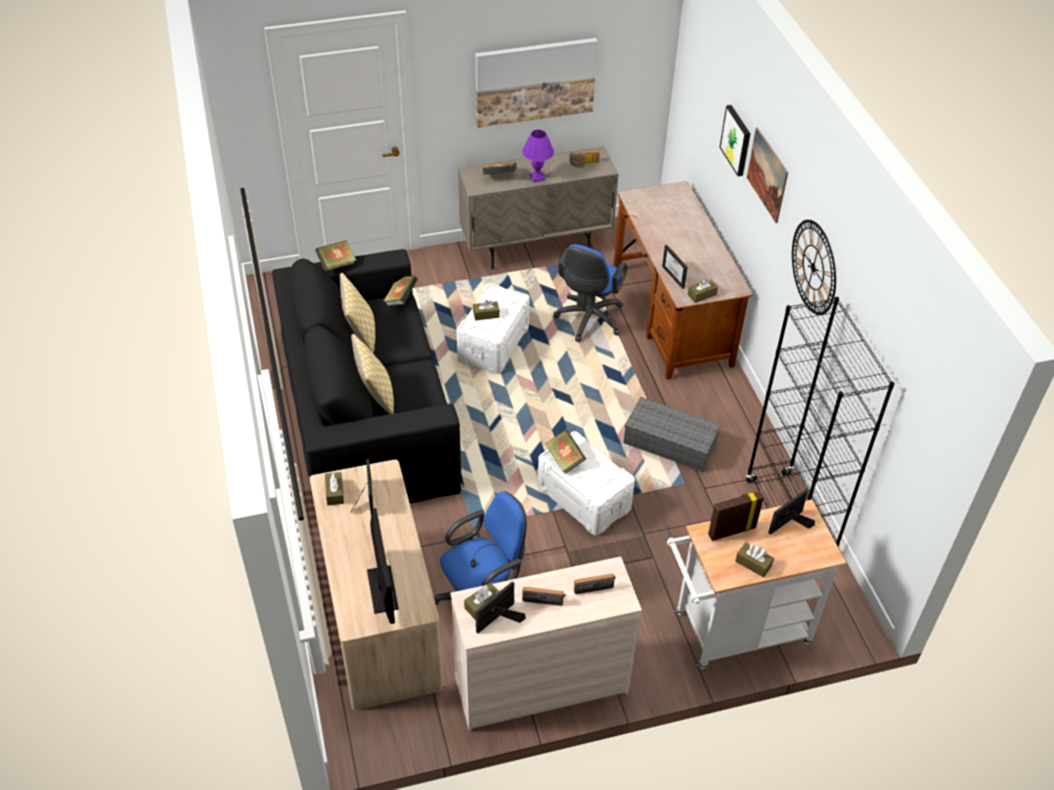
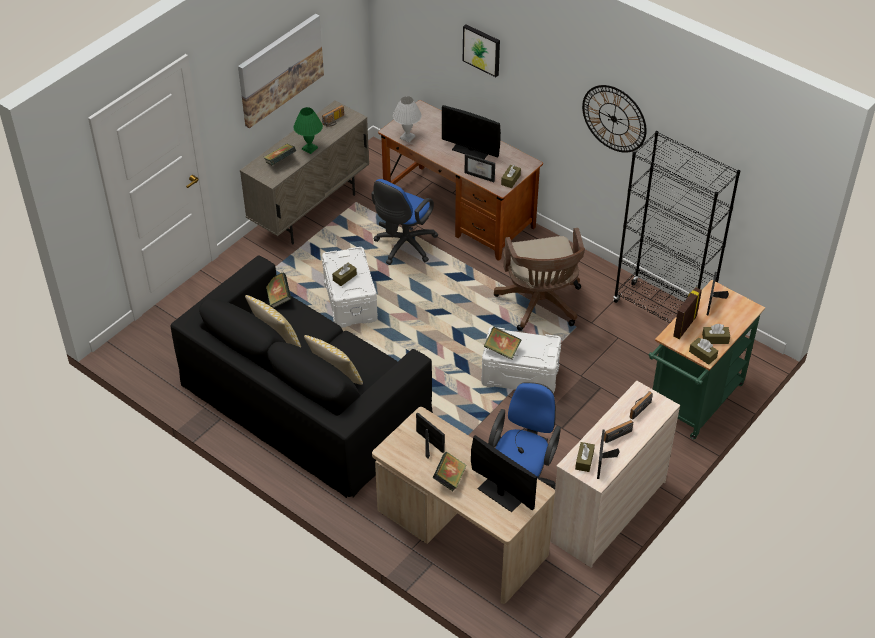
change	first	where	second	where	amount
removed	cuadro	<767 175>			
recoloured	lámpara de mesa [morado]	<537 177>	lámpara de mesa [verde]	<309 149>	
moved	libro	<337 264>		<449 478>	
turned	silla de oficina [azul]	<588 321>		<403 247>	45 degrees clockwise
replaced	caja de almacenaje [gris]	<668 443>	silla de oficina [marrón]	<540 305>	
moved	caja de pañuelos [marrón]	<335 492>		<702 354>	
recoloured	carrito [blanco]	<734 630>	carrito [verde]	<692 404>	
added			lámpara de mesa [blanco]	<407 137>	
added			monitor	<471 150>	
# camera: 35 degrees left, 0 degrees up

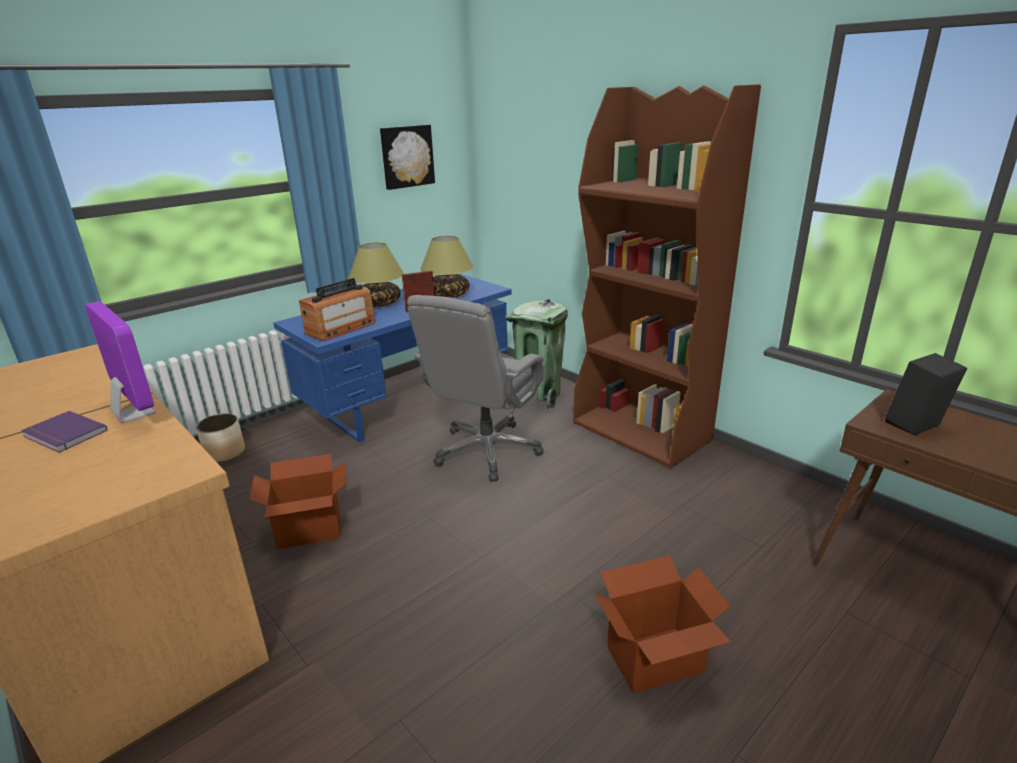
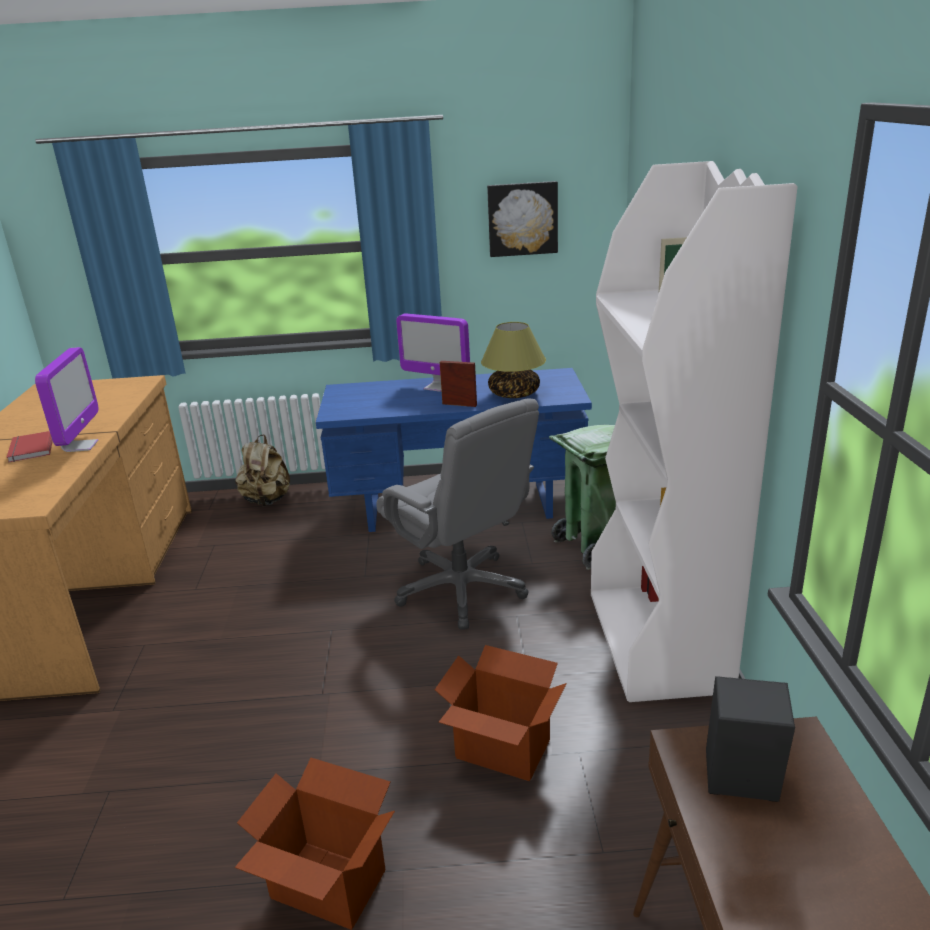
change	first	where	second	where	amount
recoloured	estantería [marrón]	<642 432>	estantería [blanco]	<658 641>	
replaced	lámpara de mesa	<380 303>	monitor	<437 387>	
removed	radio	<341 328>			
turned	silla de oficina [gris]	<487 451>		<462 589>	105 degrees counterclockwise
recoloured	libro [morado]	<63 435>	libro [rojo]	<29 449>	
replaced	maceta	<225 453>	mochila [beis]	<267 500>	
moved	caja de cartón	<309 530>		<502 750>	
# camera: 40 degrees right, 0 degrees up

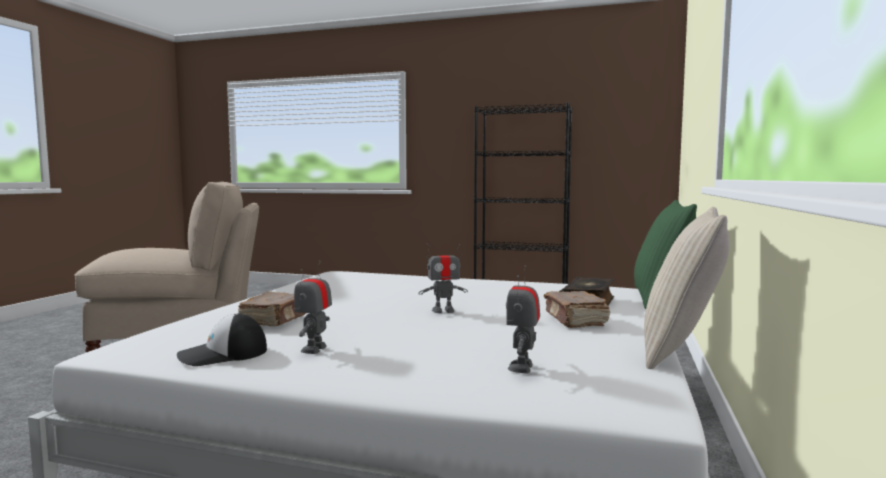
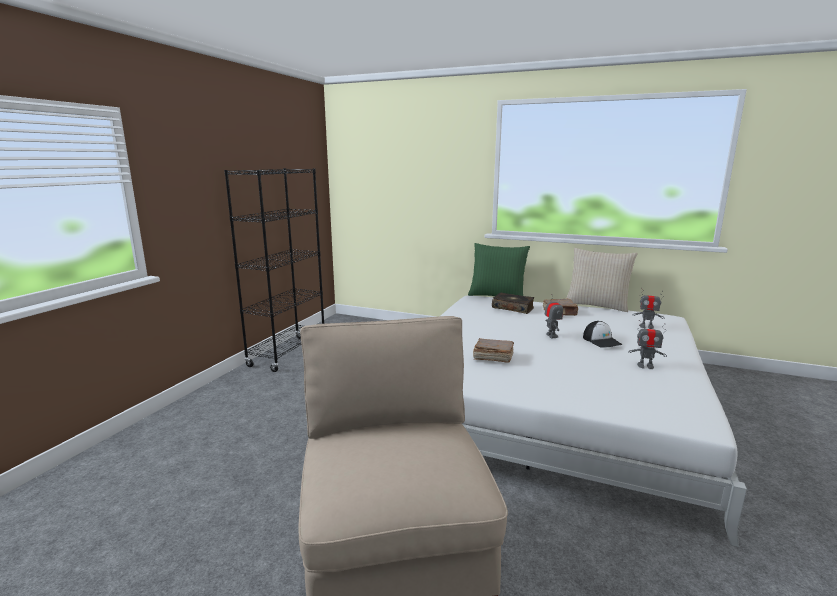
change	first	where	second	where	amount
moved	libro [marrón]	<275 320>		<492 357>	
moved	gorra	<222 354>		<602 341>	
# camera: 85 degrees left, 10 degrees up

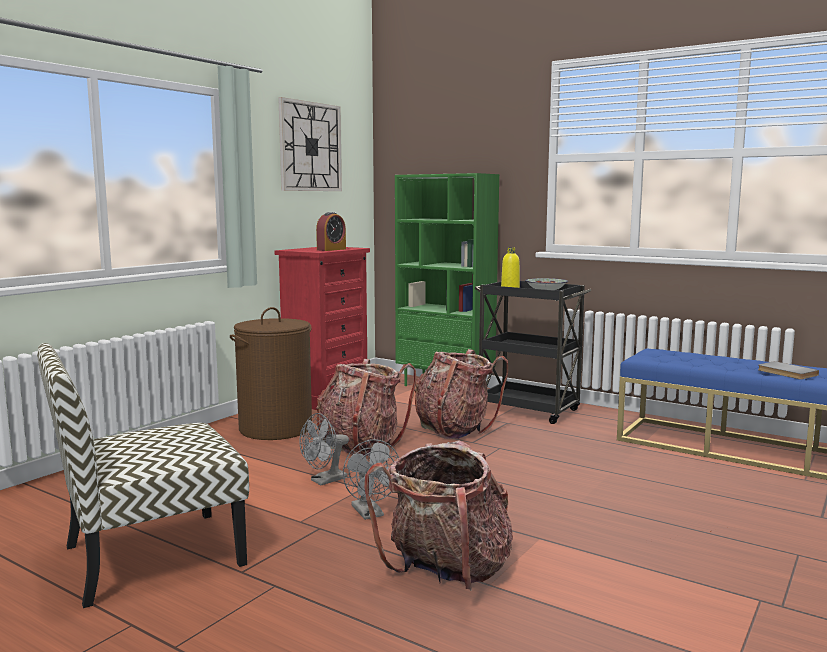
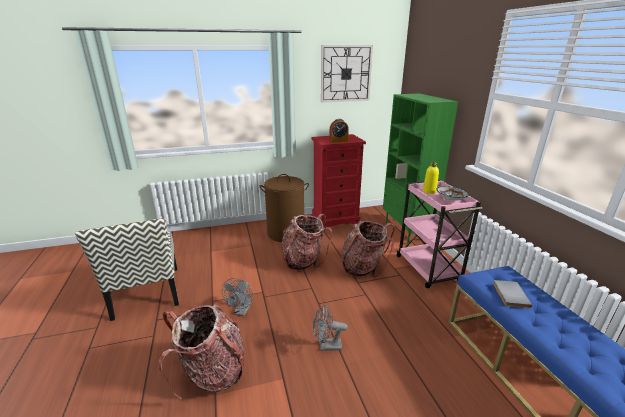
change	first	where	second	where	amount
recoloured	carrito [negro]	<529 410>	carrito [rosa]	<428 269>	
turned	silla	<150 556>		<147 293>	120 degrees counterclockwise
moved	libro [gris]	<786 373>		<509 295>	
moved	ventilador [gris]	<324 481>		<326 346>	
# camera: 40 degrees right, 15 degrees up

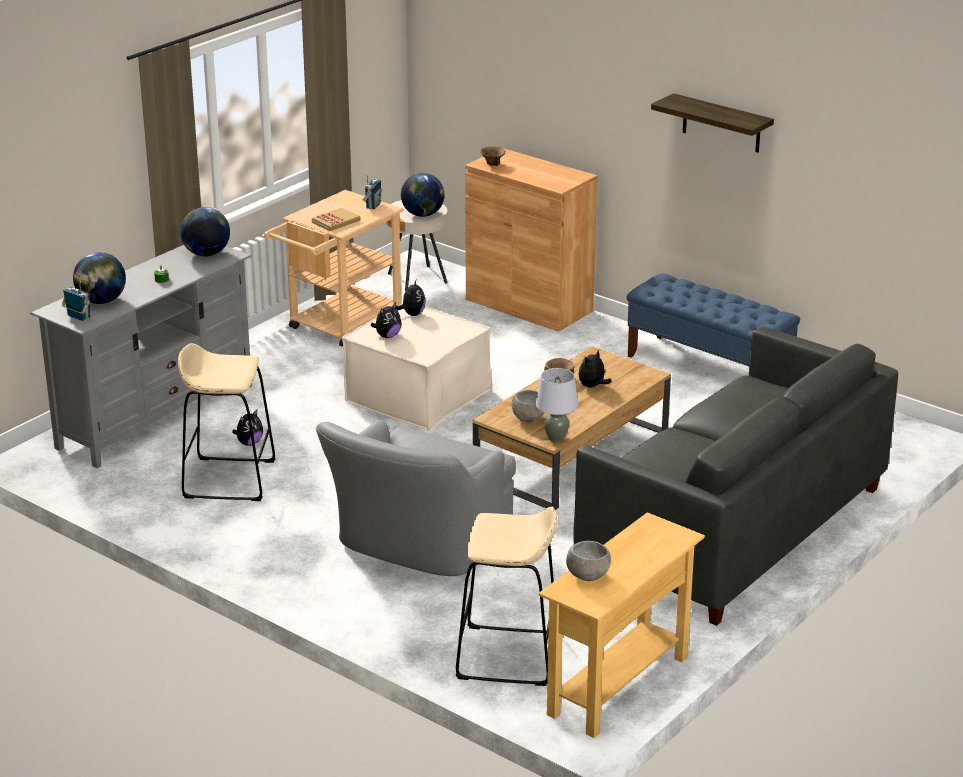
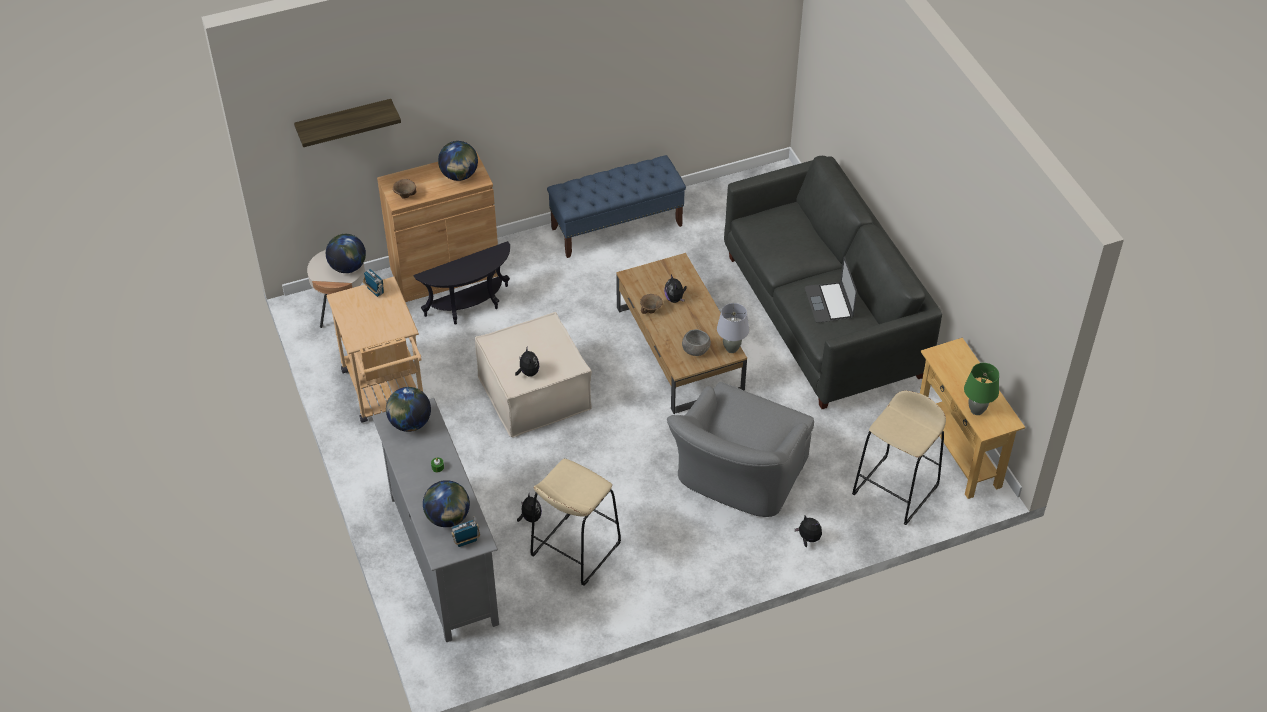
change	first	where	second	where	amount
moved	estante	<721 124>		<344 122>	
removed	libro	<336 221>			
moved	peluche	<412 314>		<808 539>	
turned	sillón [gris]	<418 544>		<737 478>	60 degrees clockwise
replaced	cuenco [gris]	<587 576>	lámpara de mesa [verde]	<977 410>	
added			globo terráqueo	<459 175>	
added			mesa auxiliar [negro]	<470 307>	
added			portátil	<829 302>	
# camera: 60 degrees left, 20 degrees up

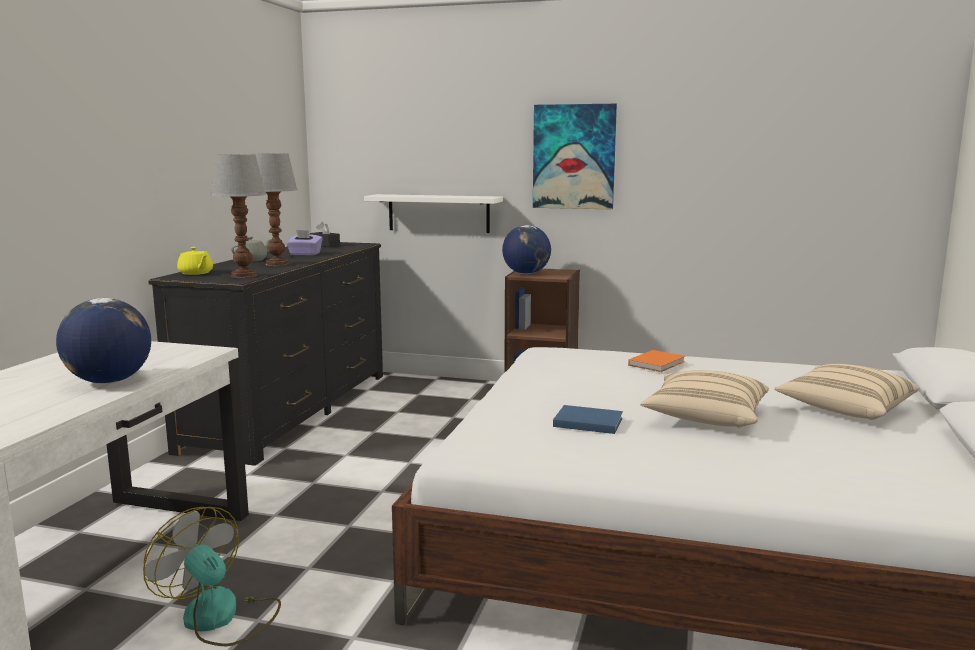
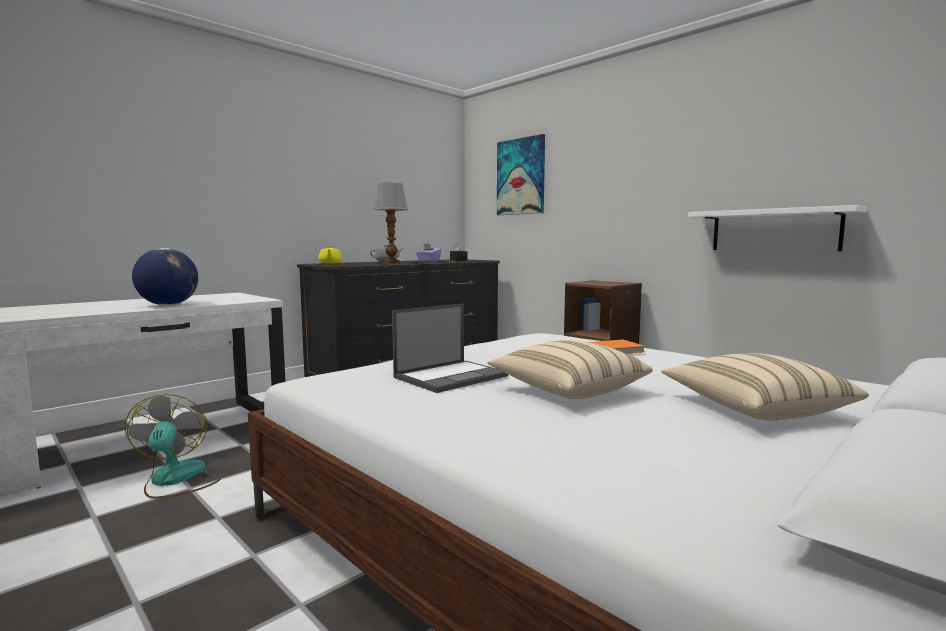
change	first	where	second	where	amount
moved	cuadro	<574 157>		<521 177>	
removed	lámpara de mesa	<245 276>			
moved	estante [blanco]	<438 213>		<774 230>	
removed	globo terráqueo	<526 273>			
replaced	libro [azul]	<586 422>	portátil	<451 376>	
# camera: 30 degrees right, 5 degrees down

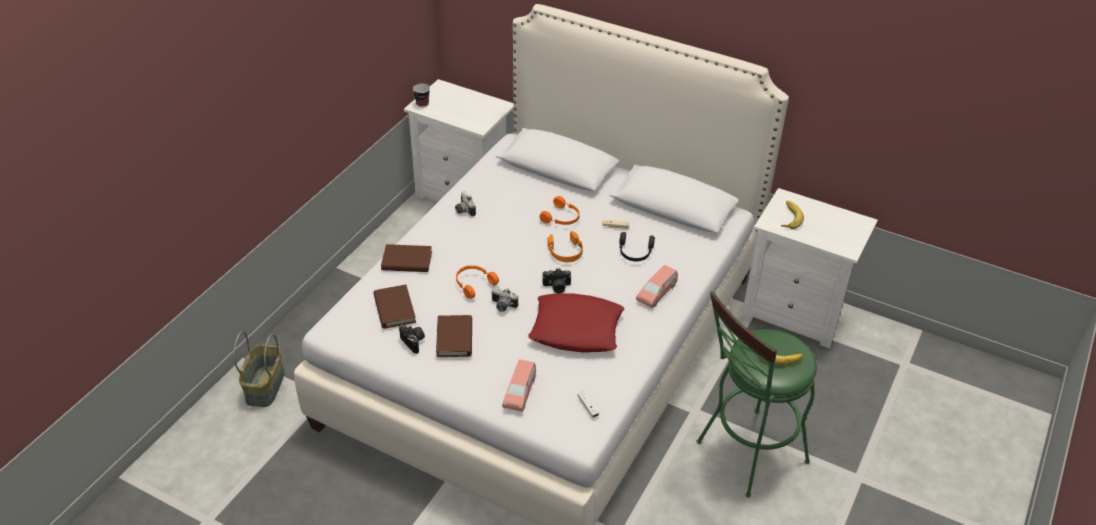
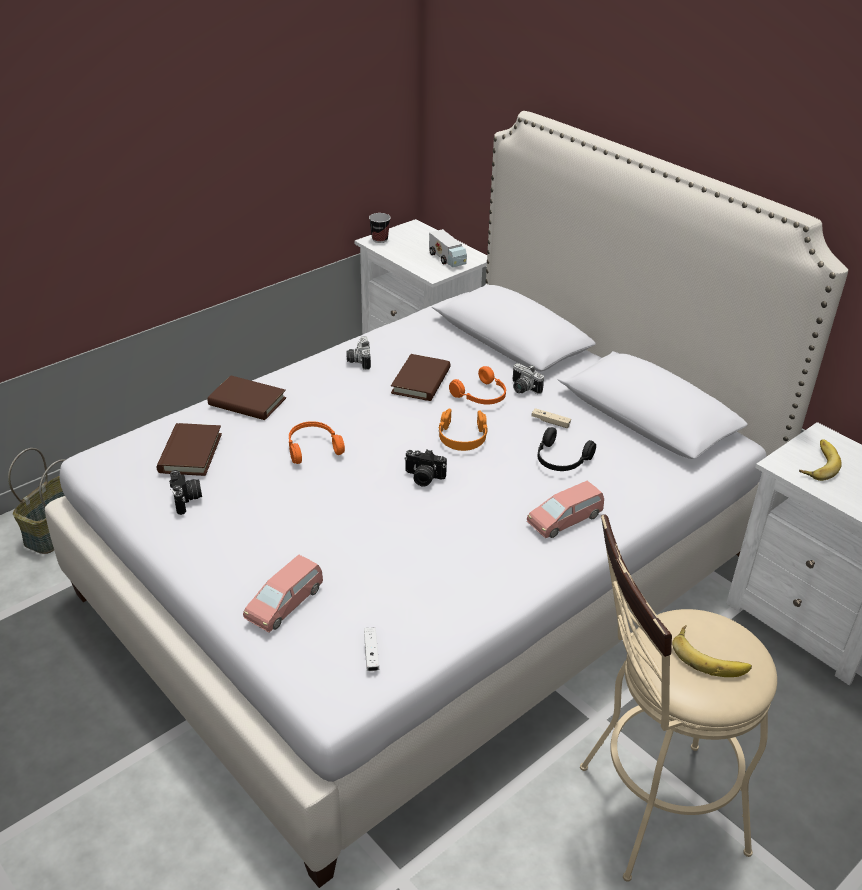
change	first	where	second	where	amount
moved	cámara	<502 306>		<522 389>	
recoloured	taburete [verde]	<745 456>	taburete [beis]	<648 812>	
removed	cojín [rojo]	<576 329>			
moved	libro [marrón]	<454 338>		<421 381>	
added			camión de juguete	<447 259>	
# camera: 20 degrees right, 5 degrees down

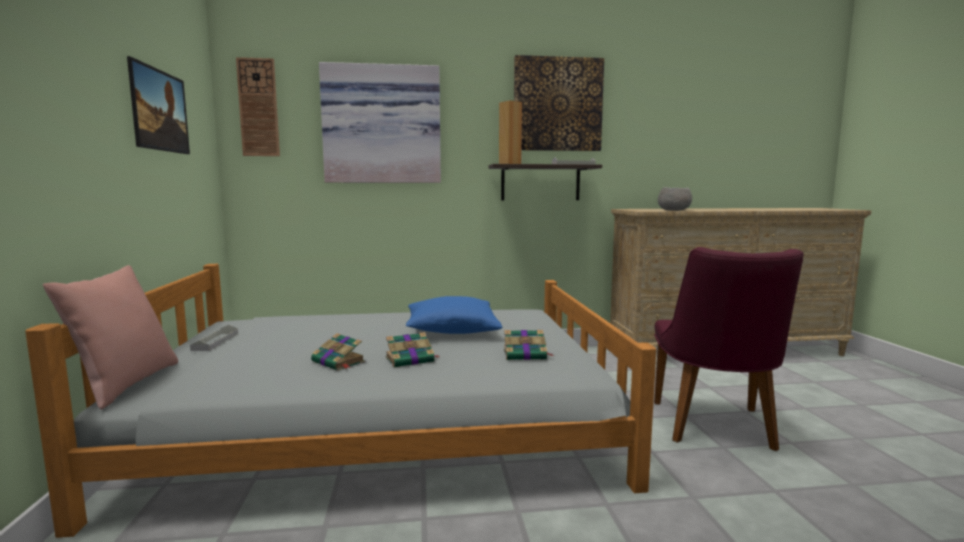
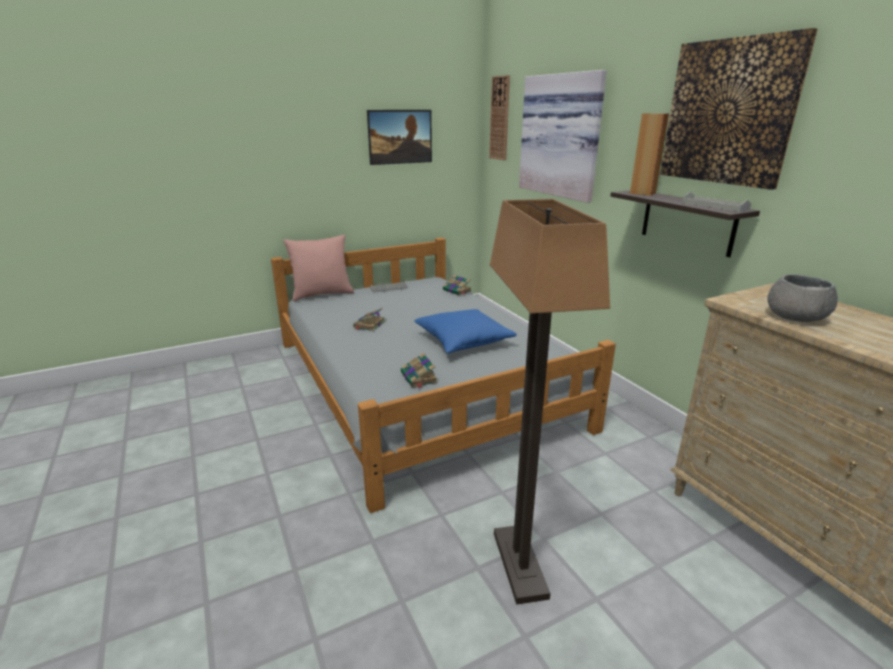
change	first	where	second	where	amount
replaced	silla [morado]	<715 429>	lámpara de pie	<518 564>	
moved	libro	<411 359>		<457 291>	
# camera: 70 degrees right, 15 degrees up

